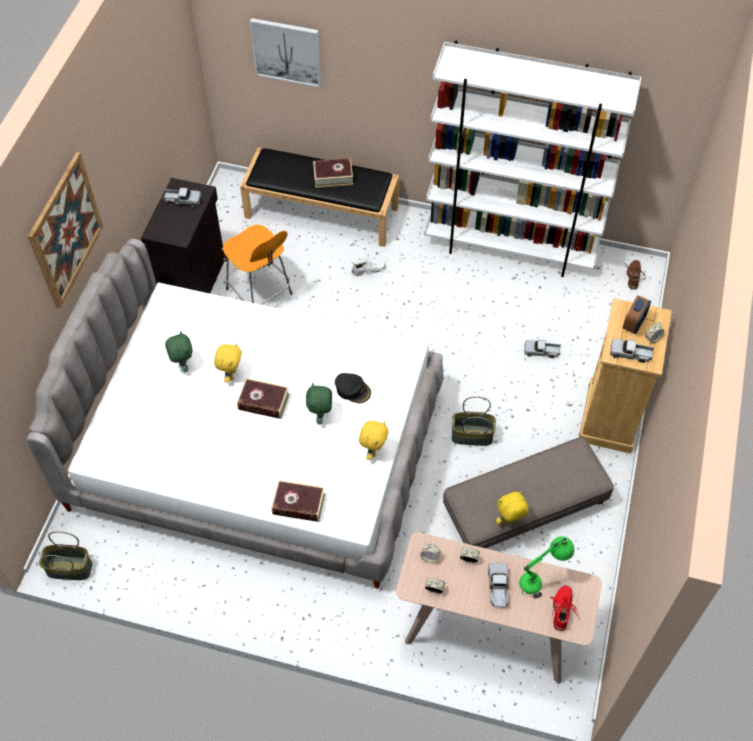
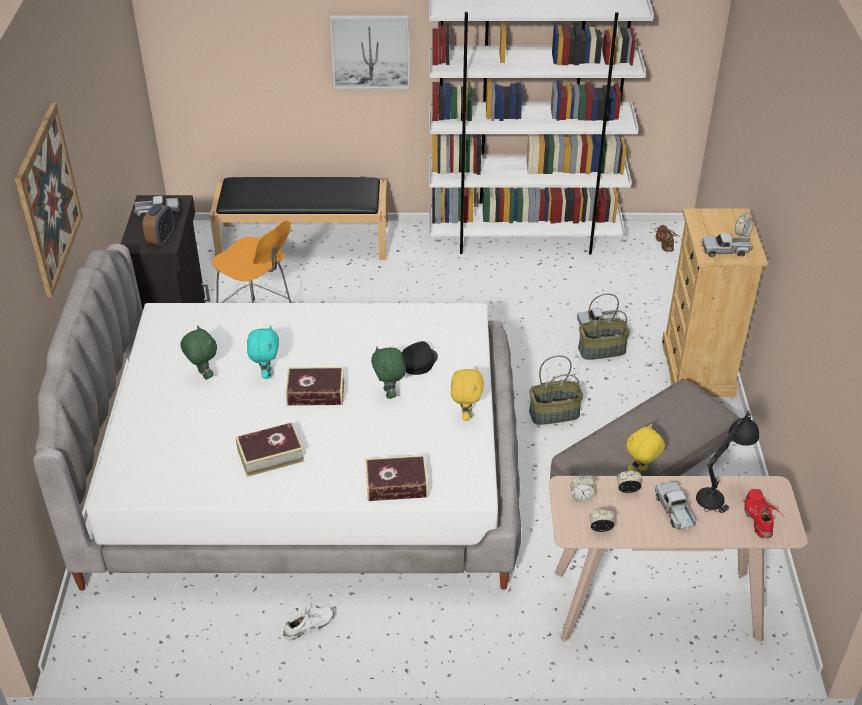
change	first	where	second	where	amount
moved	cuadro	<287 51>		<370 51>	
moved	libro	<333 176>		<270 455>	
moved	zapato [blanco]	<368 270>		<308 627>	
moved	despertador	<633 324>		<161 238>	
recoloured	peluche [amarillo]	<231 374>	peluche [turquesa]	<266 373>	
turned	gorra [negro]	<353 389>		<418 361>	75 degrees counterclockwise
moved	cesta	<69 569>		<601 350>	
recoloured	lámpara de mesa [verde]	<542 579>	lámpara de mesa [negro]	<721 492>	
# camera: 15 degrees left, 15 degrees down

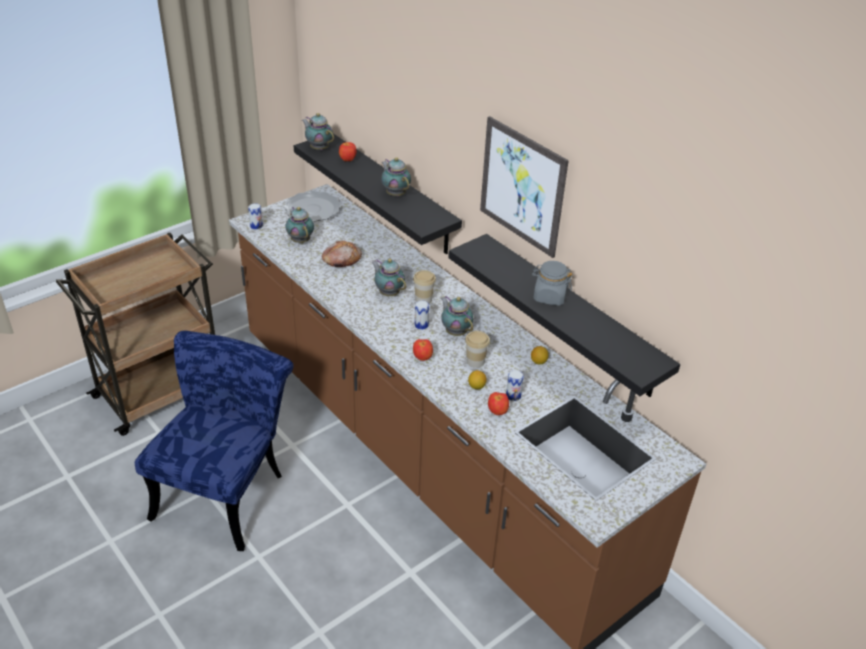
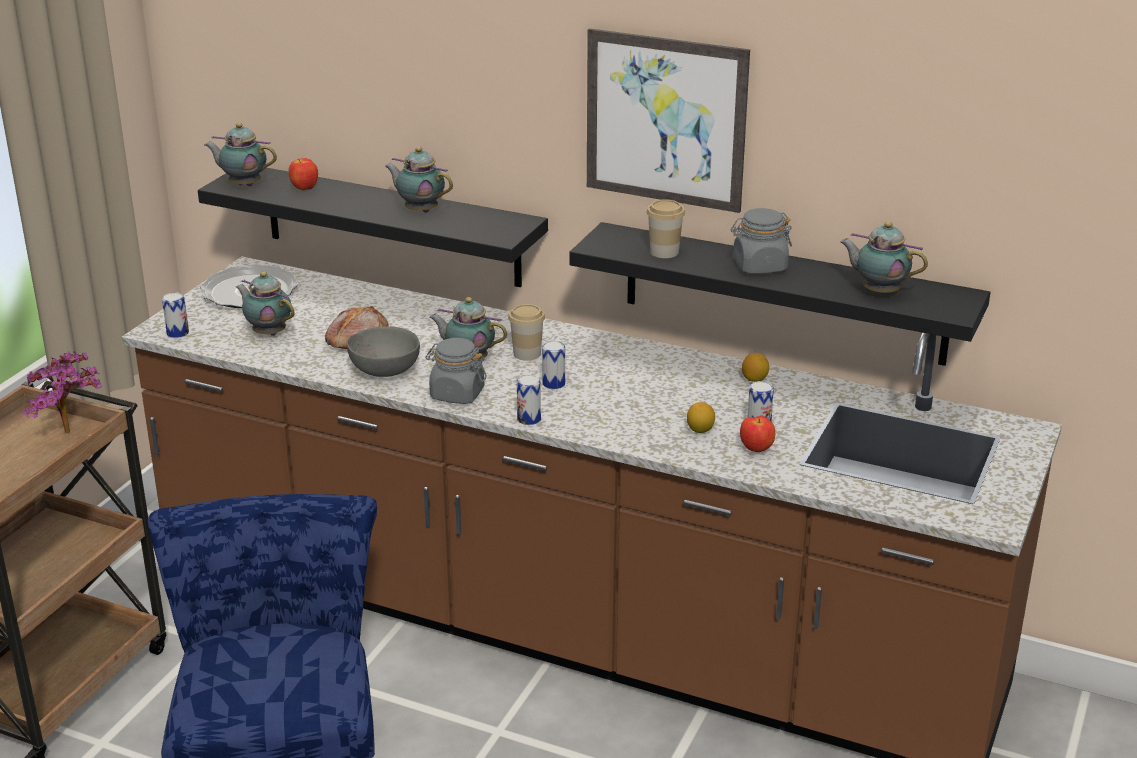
change	first	where	second	where	amount
moved	tetera	<455 331>		<878 291>	
moved	taza	<475 361>		<664 252>	
removed	manzana	<422 358>			
added			cuenco [gris]	<383 370>	
added			tarro [gris]	<457 394>	
added			planta en maceta	<71 434>	
added			lata	<529 419>	
# camera: 25 degrees left, 10 degrees down

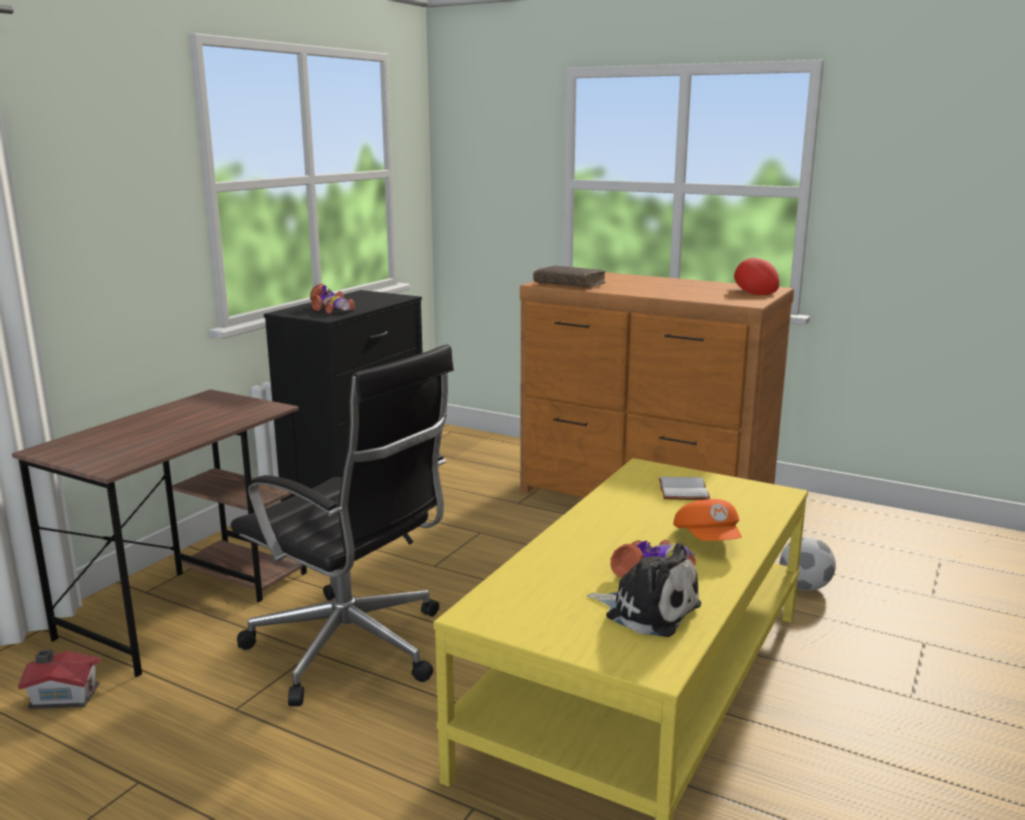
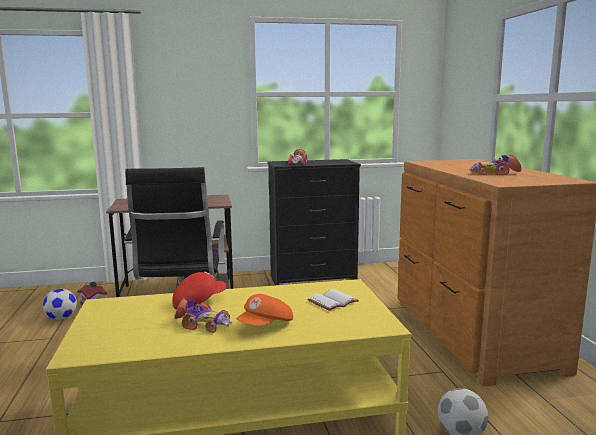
change	first	where	second	where	amount
moved	gorra [rojo]	<753 290>		<199 302>	
removed	libro [marrón]	<569 284>			
removed	peluche	<648 610>			
added			coche de juguete	<494 173>	
added			balón de fútbol	<61 318>	
# camera: 50 degrees right, 5 degrees down

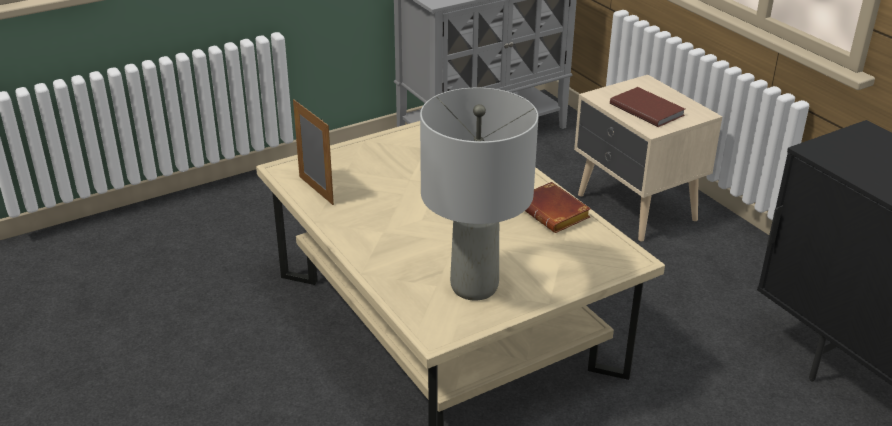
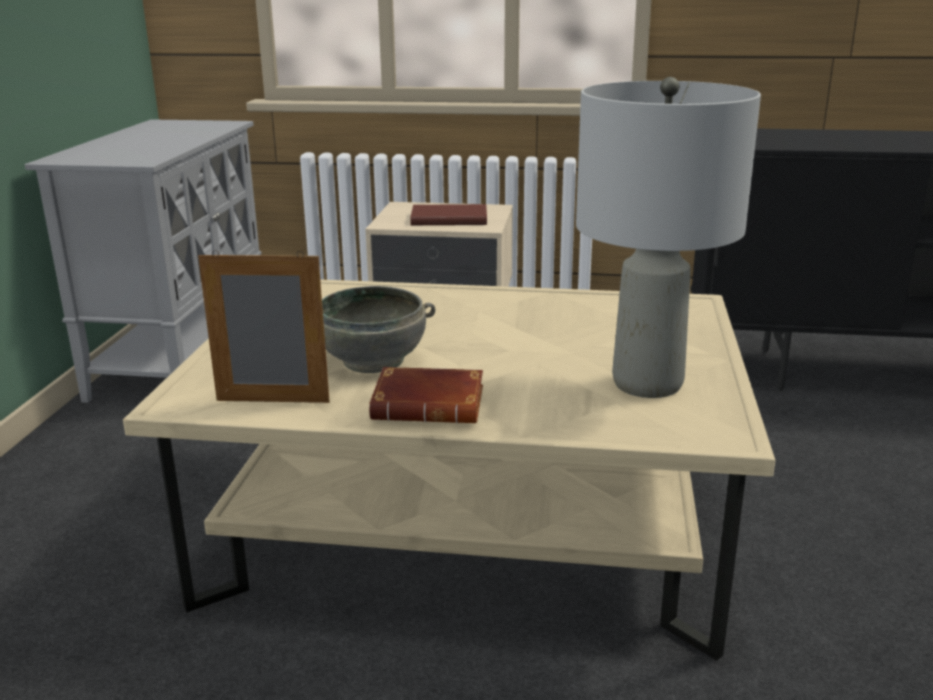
change	first	where	second	where	amount
moved	libro [marrón]	<555 213>		<432 405>	
added			cuenco [gris]	<372 360>	
# camera: 50 degrees left, 10 degrees down

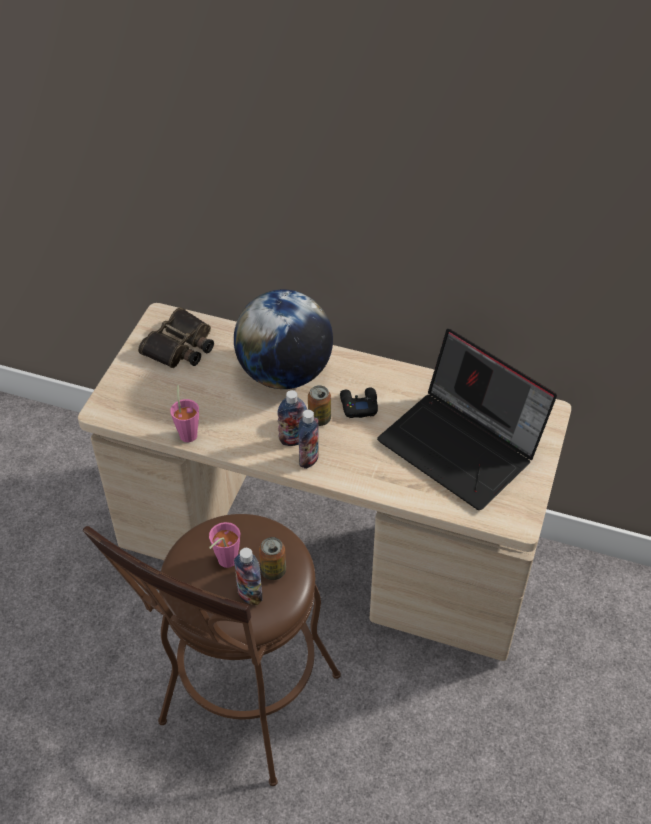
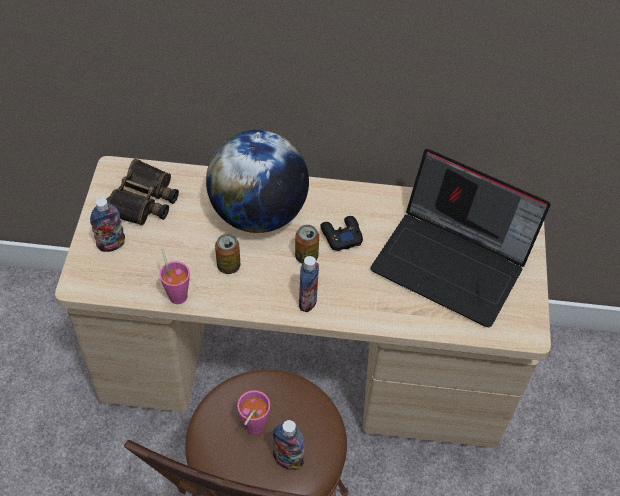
change	first	where	second	where	amount
moved	botella	<293 439>		<111 244>	
moved	lata	<273 571>		<228 266>	
# camera: 15 degrees left, 5 degrees up

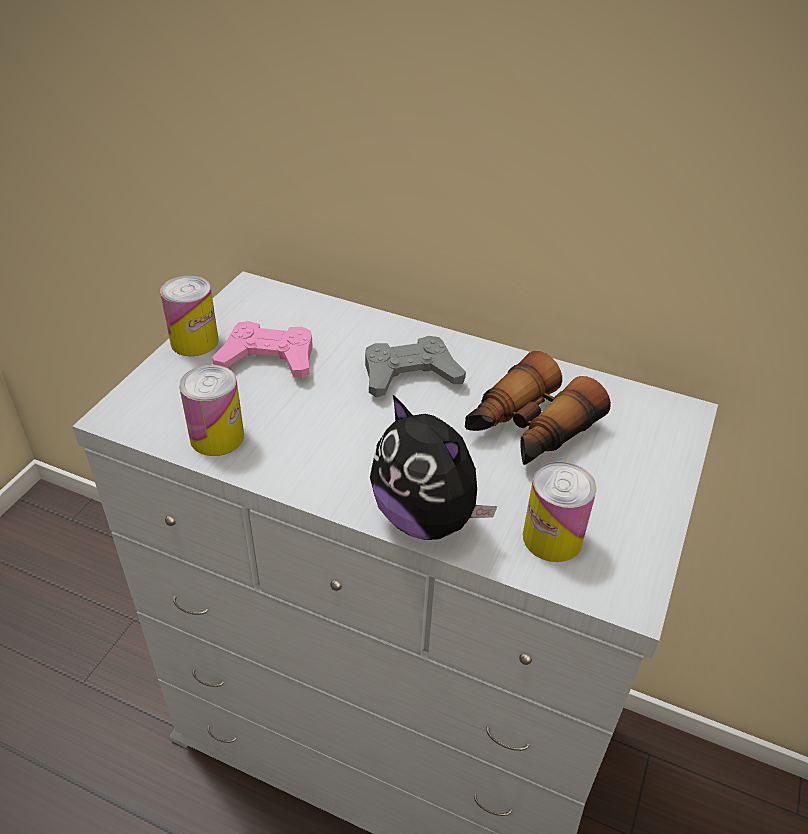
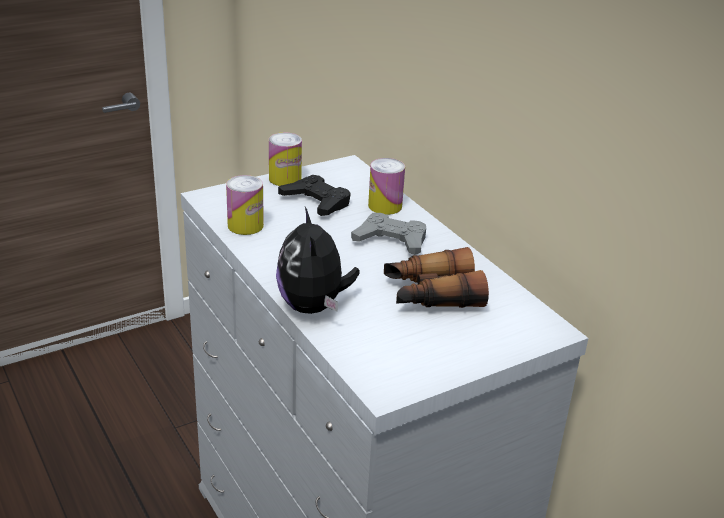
change	first	where	second	where	amount
recoloured	mando de consola [rosa]	<268 358>	mando de consola [negro]	<316 201>	
moved	lata	<552 538>		<385 206>	
# camera: 35 degrees right, 10 degrees down

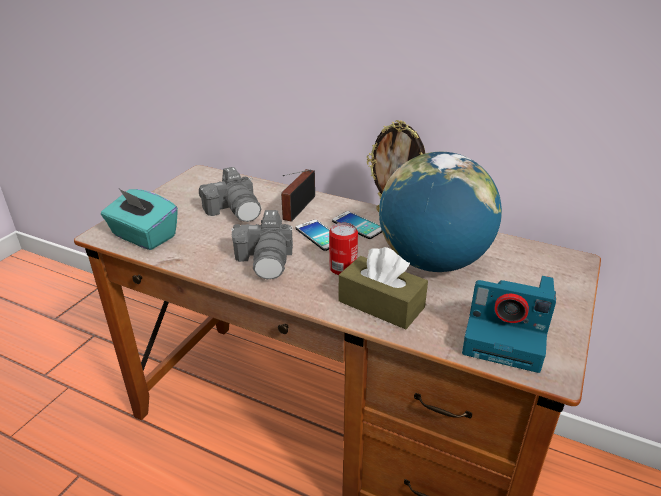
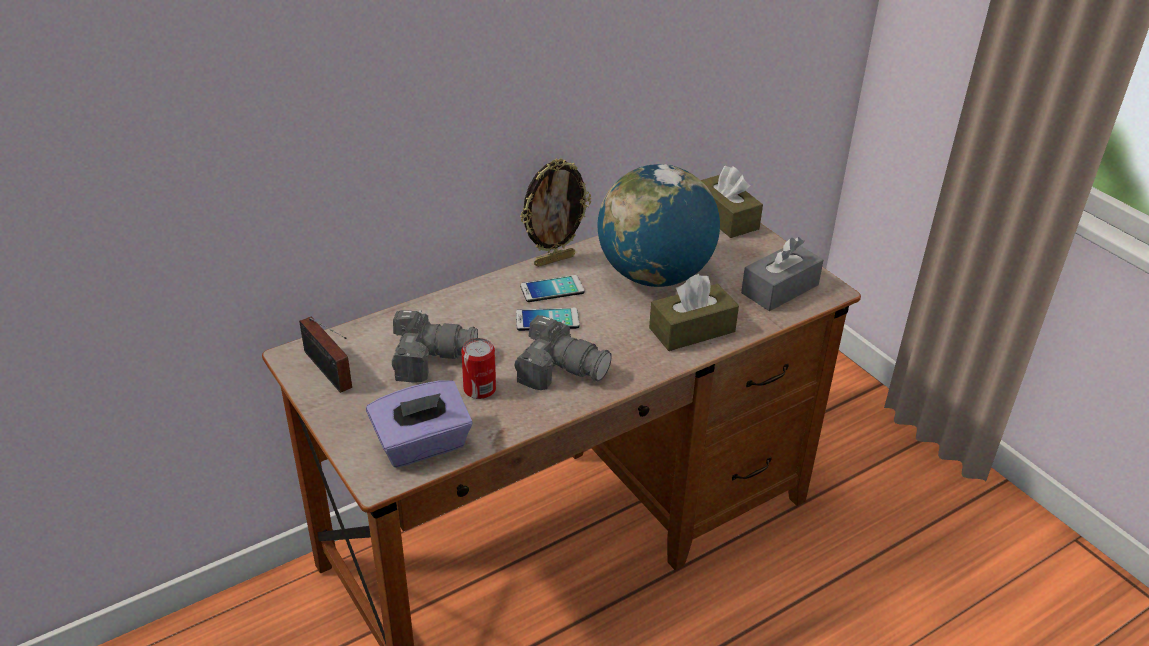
change	first	where	second	where	amount
moved	radio	<297 209>		<329 372>	
recoloured	caja de pañuelos [turquesa]	<143 236>	caja de pañuelos [morado]	<422 445>	
moved	lata	<343 268>		<479 389>	
replaced	cámara	<506 337>	caja de pañuelos [gris]	<780 289>	
added			caja de pañuelos [marrón]	<725 217>	
# camera: 60 degrees left, 5 degrees up

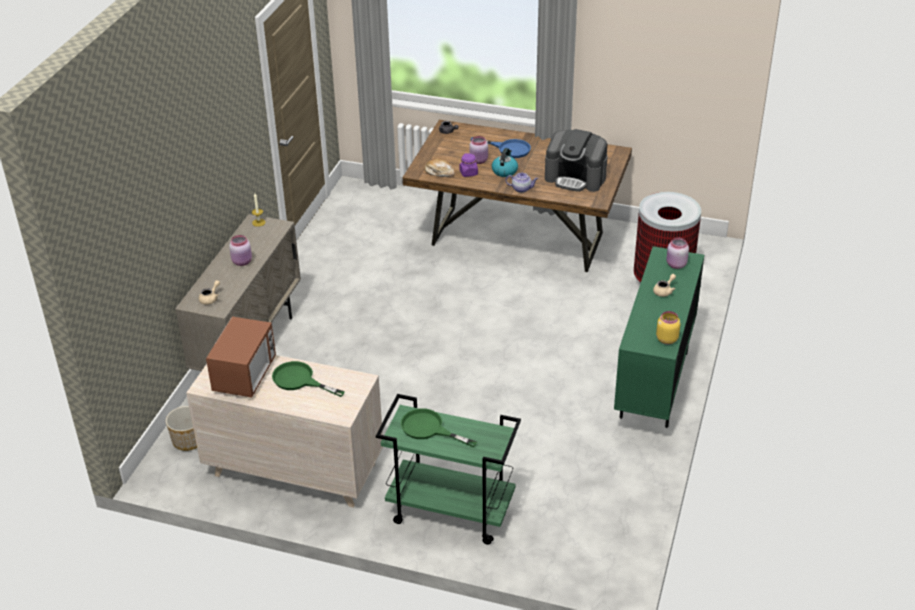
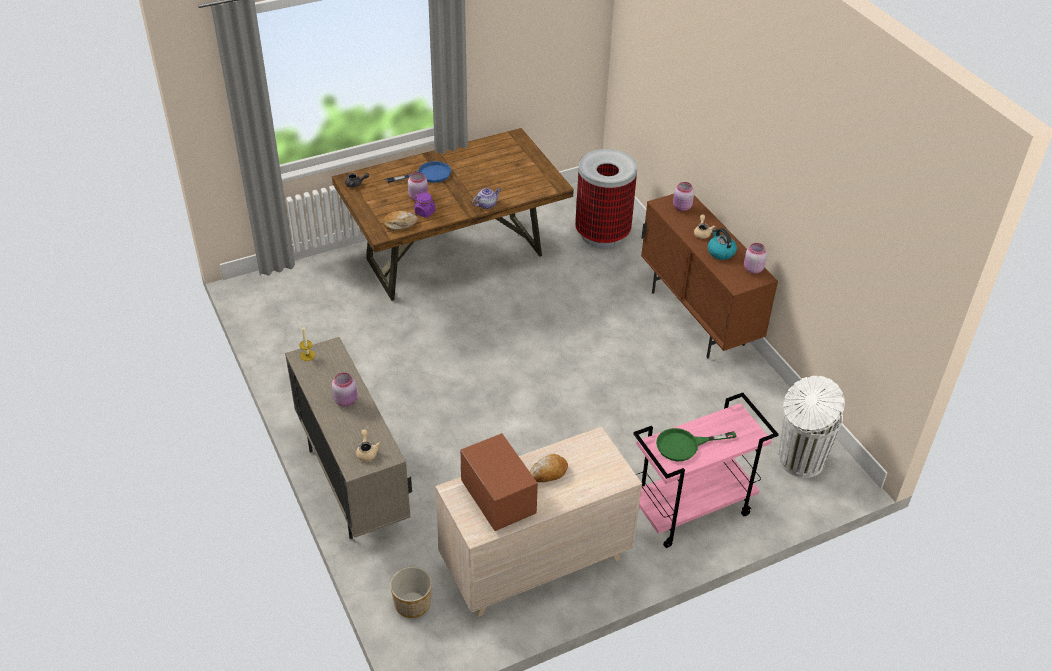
change	first	where	second	where	amount
removed	cafetera	<576 178>			
moved	hervidor	<504 171>		<720 252>	
recoloured	armario [verde]	<654 385>	armario [marrón]	<697 318>	
recoloured	tarro [amarillo]	<666 339>	tarro [rosa]	<752 269>	
replaced	sartén [verde]	<299 380>	pan	<548 472>	
recoloured	carrito [verde]	<449 512>	carrito [rosa]	<691 511>	
added			papelera [blanco]	<799 461>	
# camera: 45 degrees left, 5 degrees up

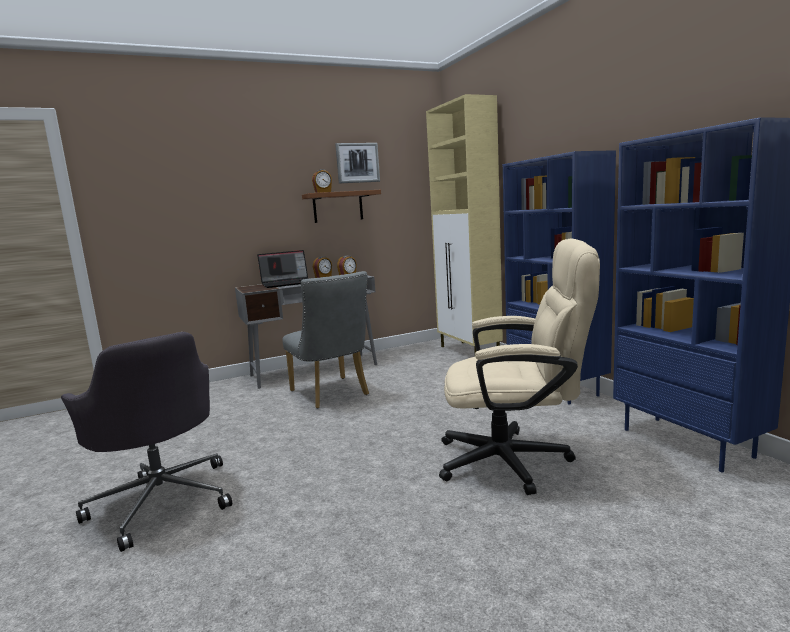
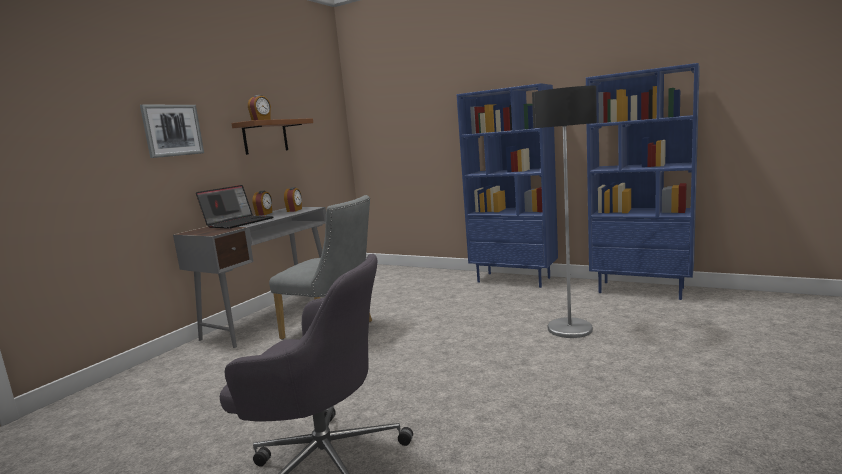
change	first	where	second	where	amount
removed	armario [beis]	<469 351>			
moved	cuadro	<357 163>		<172 130>	
replaced	silla de oficina [beis]	<516 460>	lámpara de pie	<570 329>	
# camera: 35 degrees left, 0 degrees up

